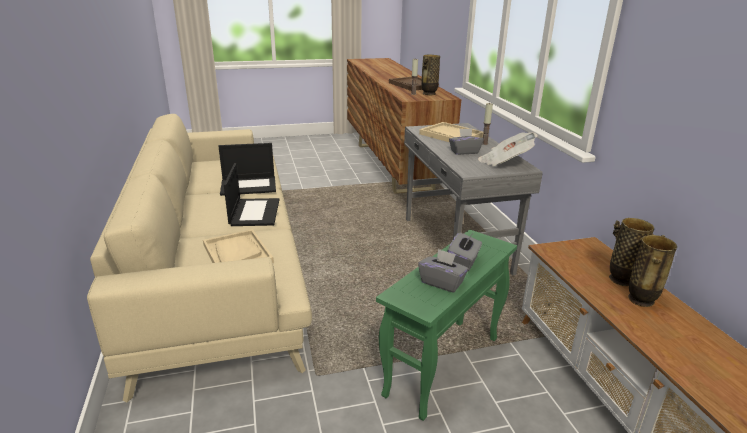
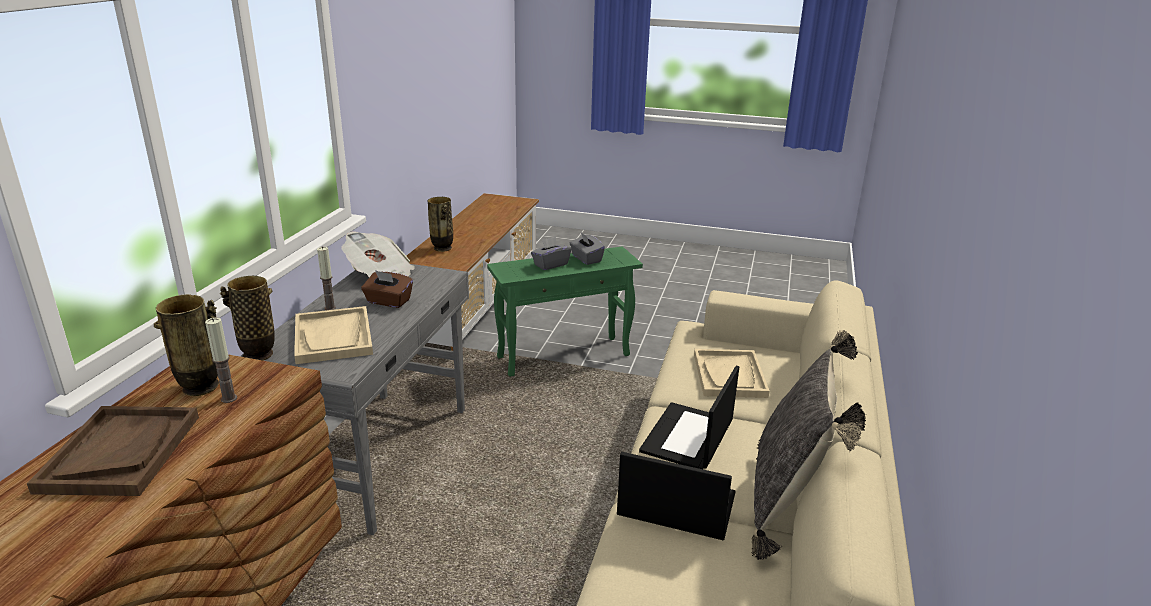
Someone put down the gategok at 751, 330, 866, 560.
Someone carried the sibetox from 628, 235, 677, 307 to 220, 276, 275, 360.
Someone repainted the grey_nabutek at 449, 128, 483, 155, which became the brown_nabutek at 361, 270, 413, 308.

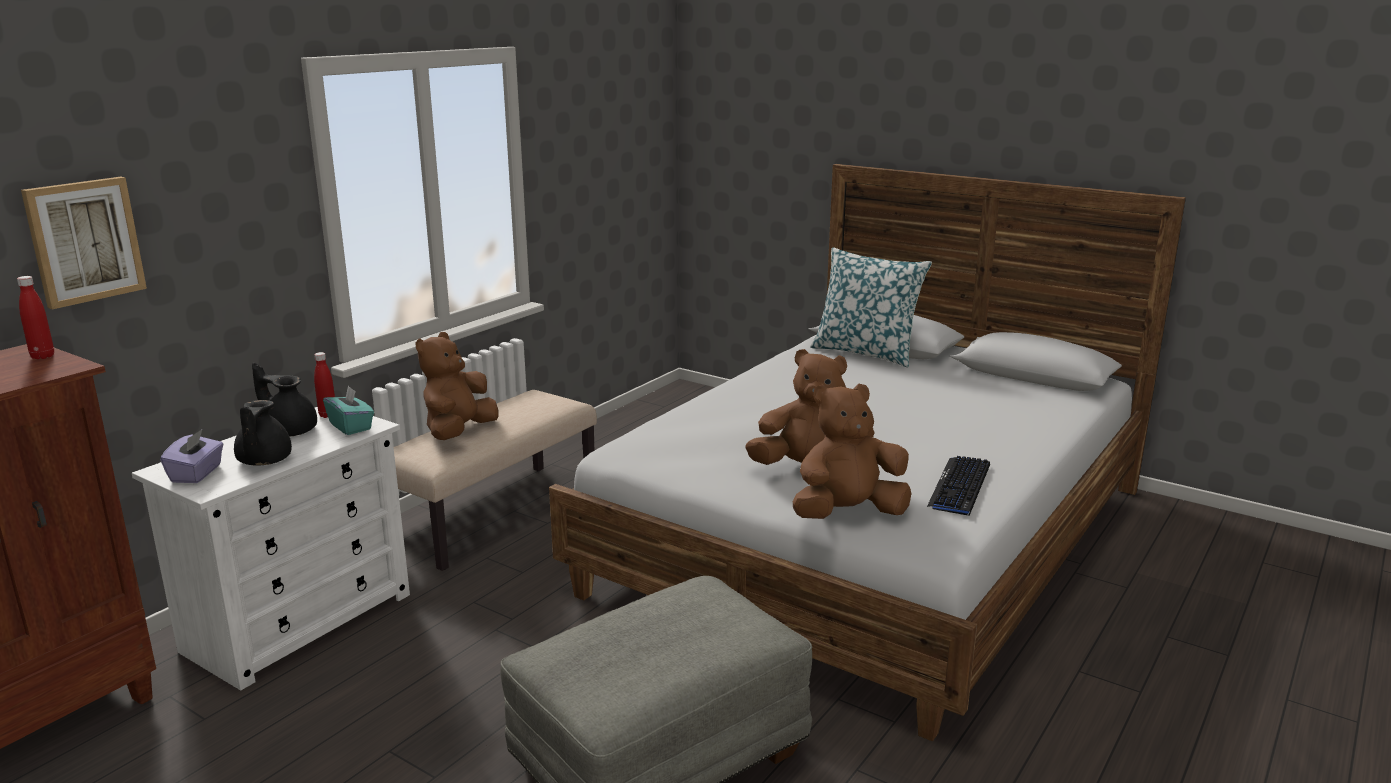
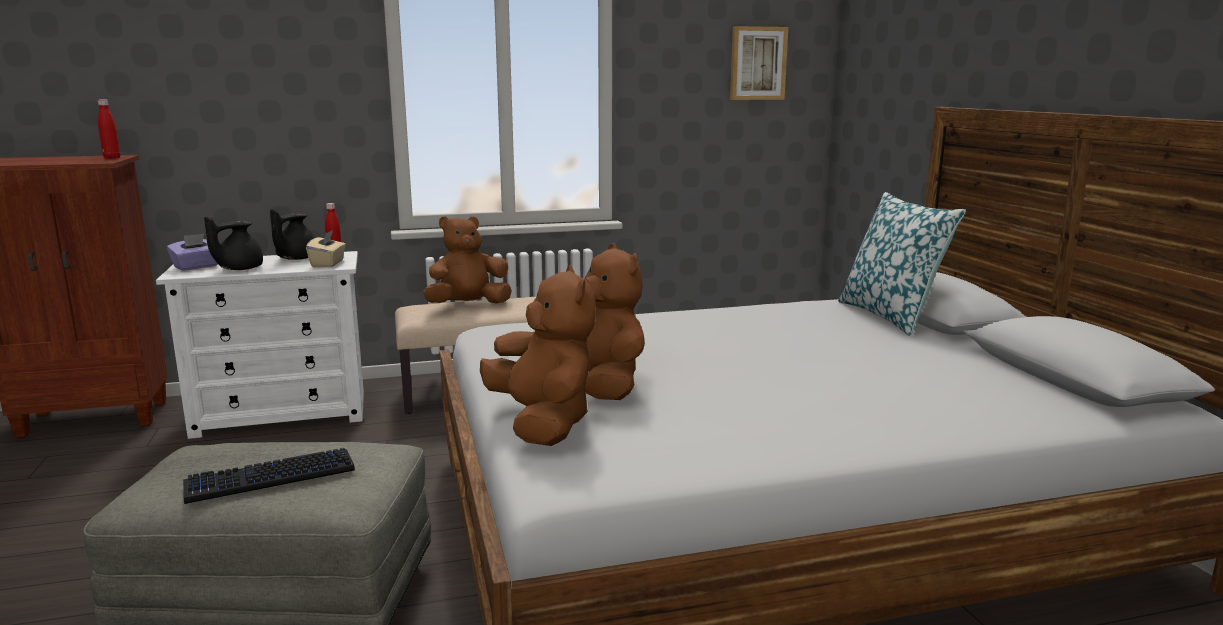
Someone carried the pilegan from 21, 177, 147, 309 to 730, 26, 788, 100.
Someone carried the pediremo from 927, 456, 990, 516 to 183, 448, 355, 504.
Someone repainted the turquoise_nabutek at 323, 385, 374, 435, which became the beige_nabutek at 306, 230, 346, 267.
Someone rotated the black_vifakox at 252, 363, 317, 437 by 135 degrees counterclockwise.
Someone rotated the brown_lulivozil at 793, 383, 911, 519 by 45 degrees clockwise.

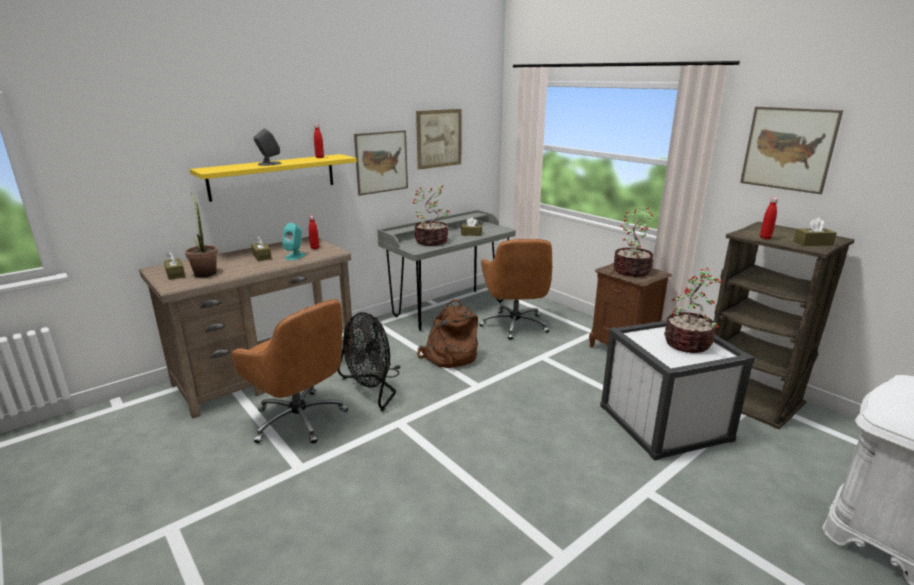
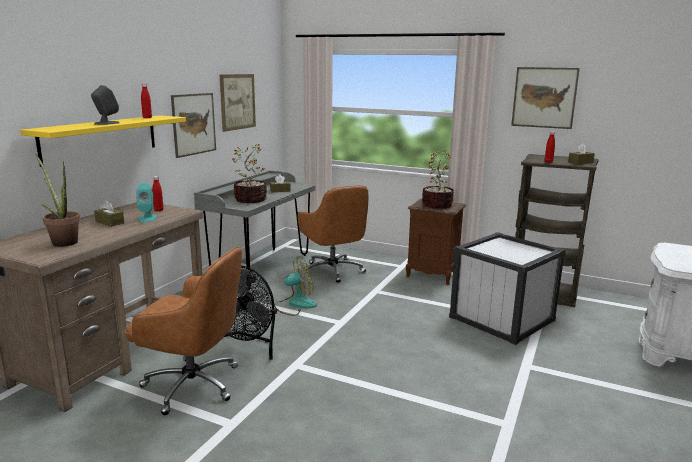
Someone took away the brown_nabutek at 164, 252, 185, 280.
Someone took away the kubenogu at 664, 268, 723, 353.
Someone swapped the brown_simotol at 417, 299, 478, 368 for the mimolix at 274, 257, 317, 316.

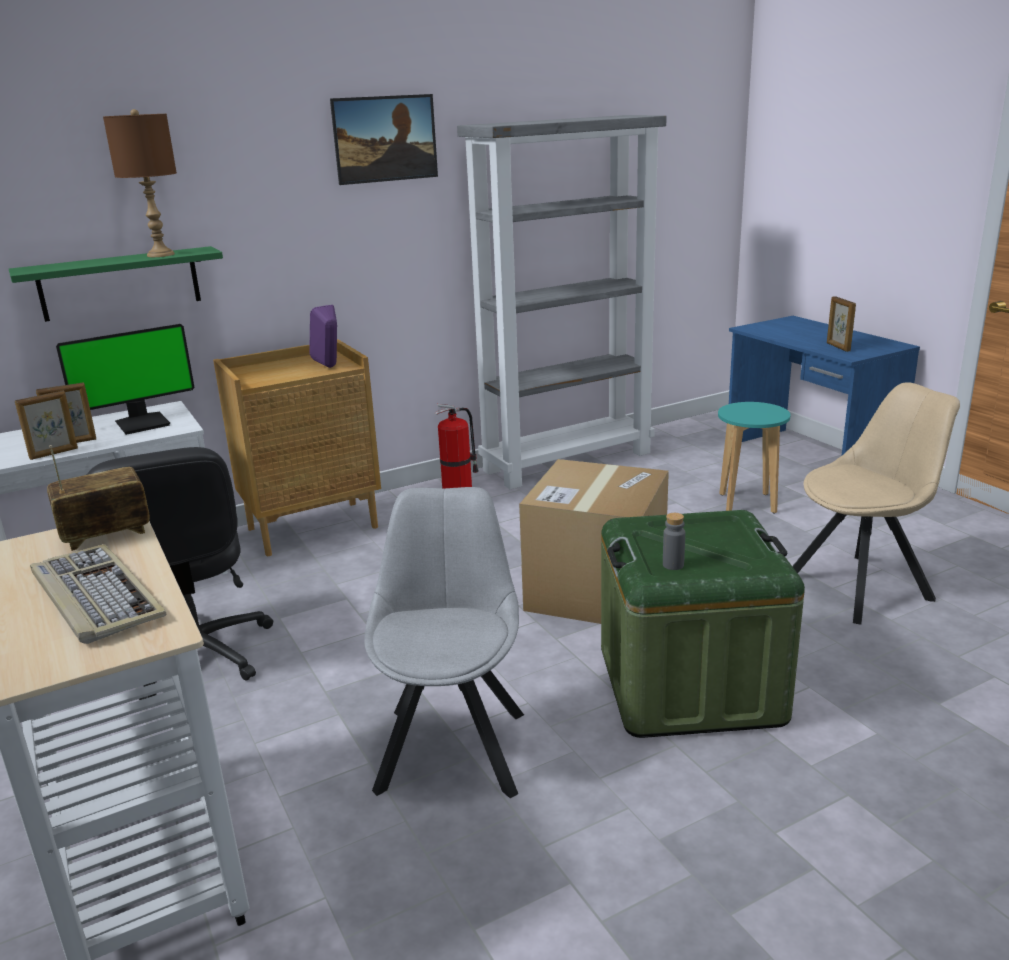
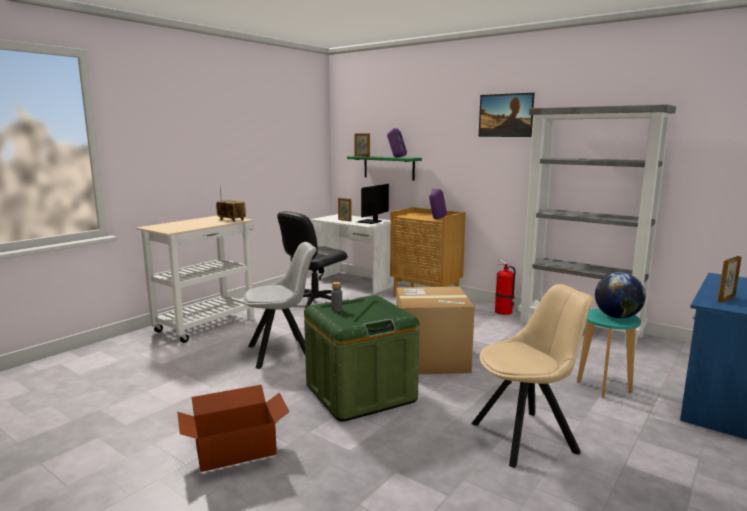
Someone took away the pediremo at 30, 544, 167, 644.
Someone put down the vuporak at 177, 385, 290, 472.
Someone put down the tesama at 595, 272, 646, 319.
Someone carried the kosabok from 15, 391, 78, 460 to 354, 133, 370, 156.
Someone swapped the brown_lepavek at 103, 109, 177, 257 for the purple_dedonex at 387, 128, 407, 157.
Someone rotated the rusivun at 56, 324, 195, 435 by 90 degrees clockwise.
Someone rotated the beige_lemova at 792, 382, 960, 625 by 60 degrees counterclockwise.

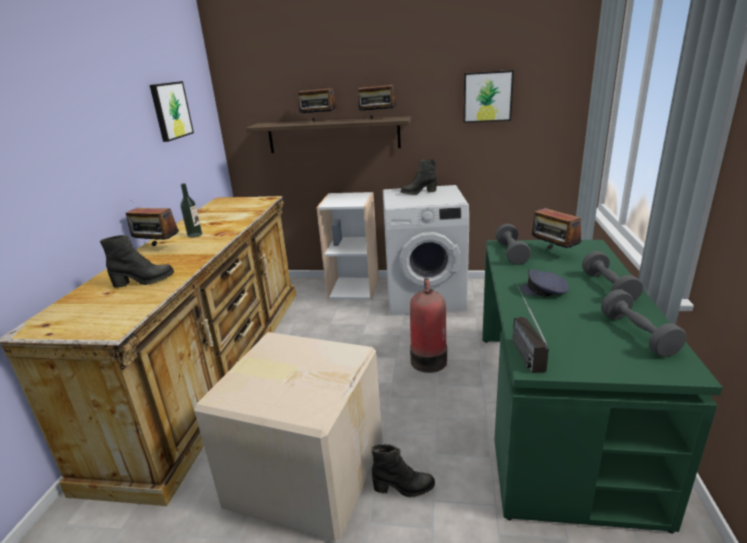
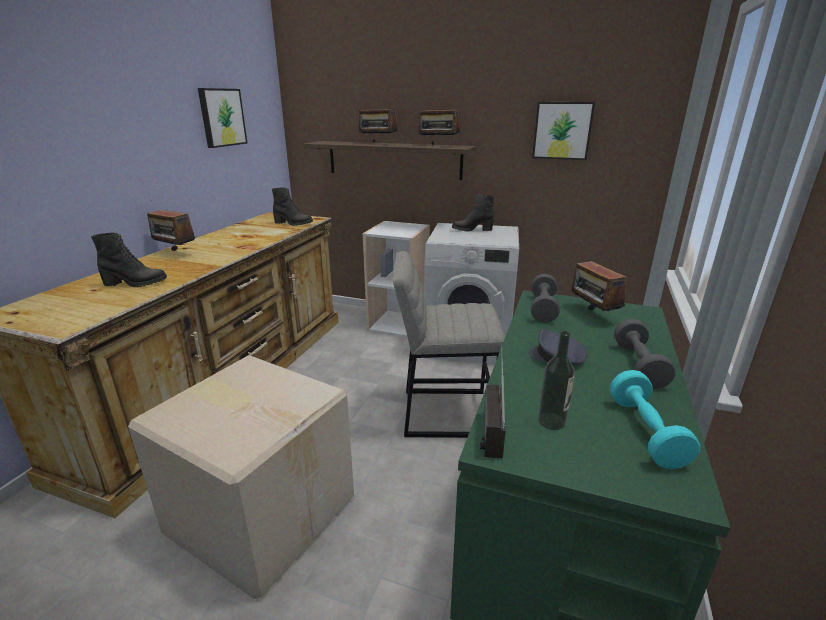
Someone carried the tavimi from 180, 183, 202, 238 to 538, 331, 575, 430.
Someone carried the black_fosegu from 371, 443, 435, 497 to 272, 187, 313, 226.
Someone swapped the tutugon at 410, 277, 447, 373 for the grey_lemova at 393, 251, 505, 438.
Someone repainted the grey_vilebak at 601, 289, 686, 357, which became the turquoise_vilebak at 610, 370, 700, 469.

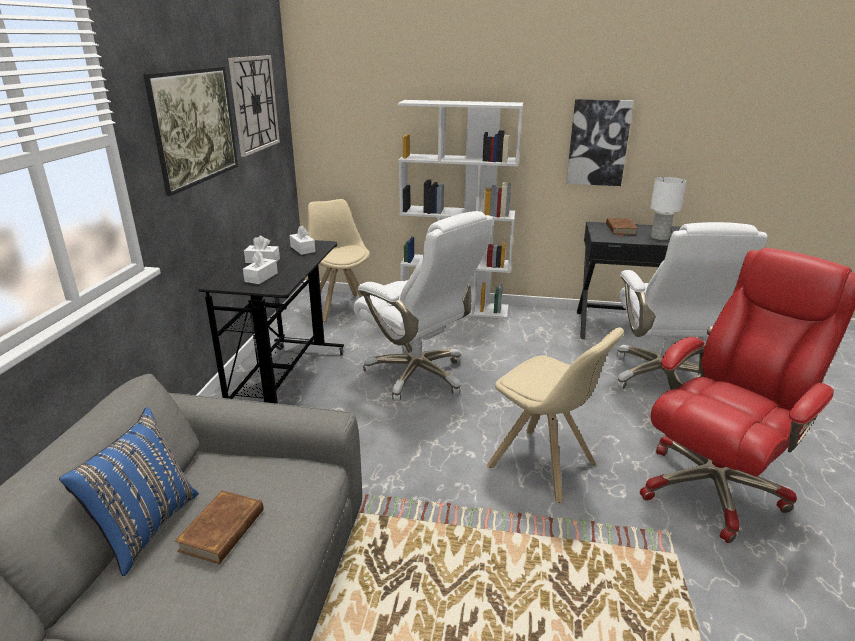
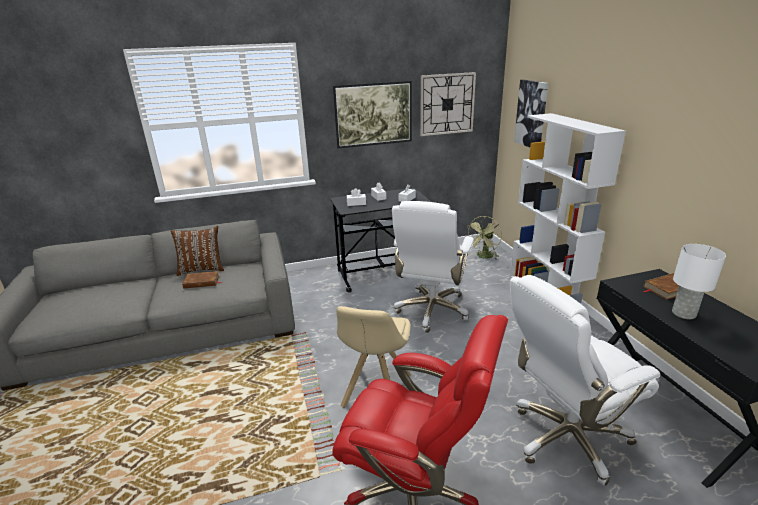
Someone carried the pilegan from 566, 99, 634, 186 to 514, 79, 548, 147.
Someone swapped the beige_lemova at 307, 199, 370, 322 for the green_mimolix at 468, 216, 502, 259.
Someone repainted the blue_gategok at 59, 407, 199, 576, which became the brown_gategok at 171, 226, 224, 276.

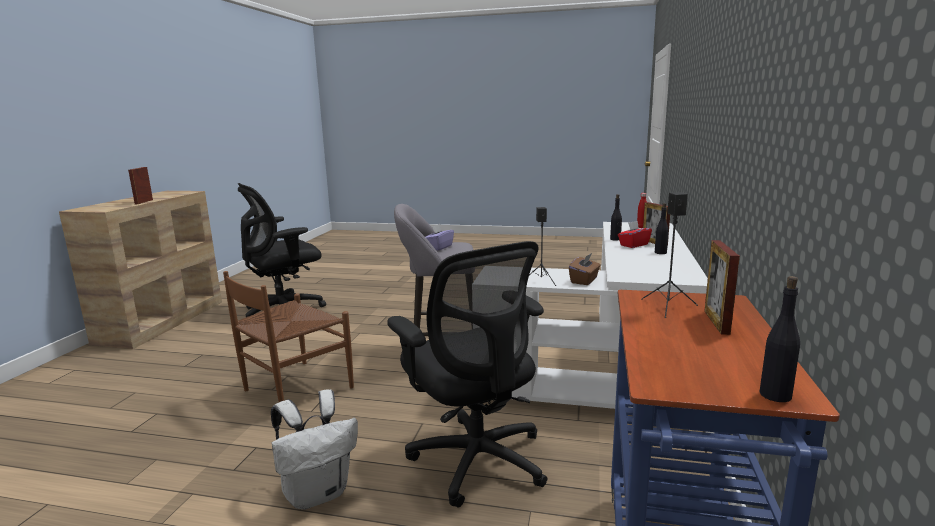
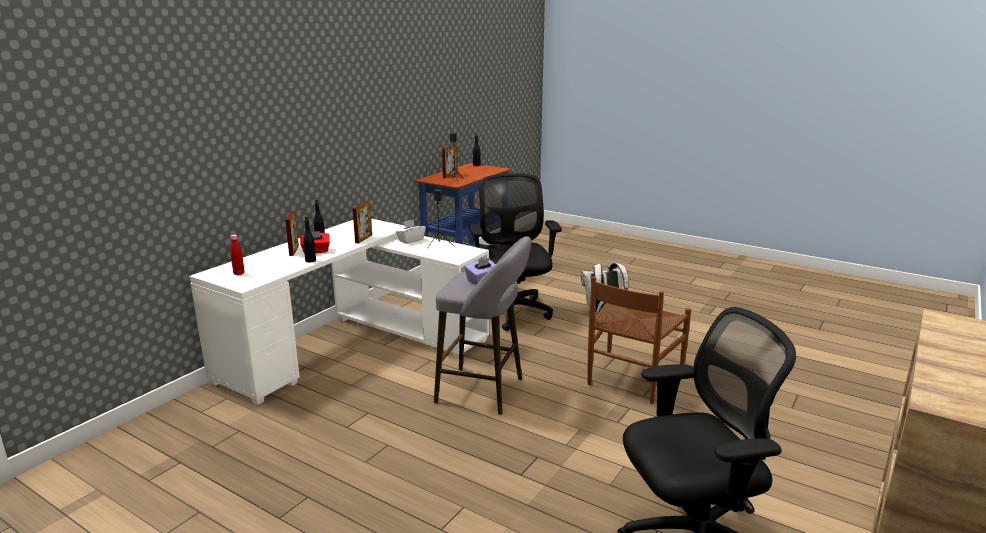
Someone carried the kosabok from 128, 167, 153, 204 to 353, 201, 372, 243.
Someone repainted the brown_nabutek at 569, 253, 601, 285, which became the white_nabutek at 396, 219, 426, 244.
Someone rotated the brown_lemova at 223, 271, 354, 402 by 150 degrees clockwise.

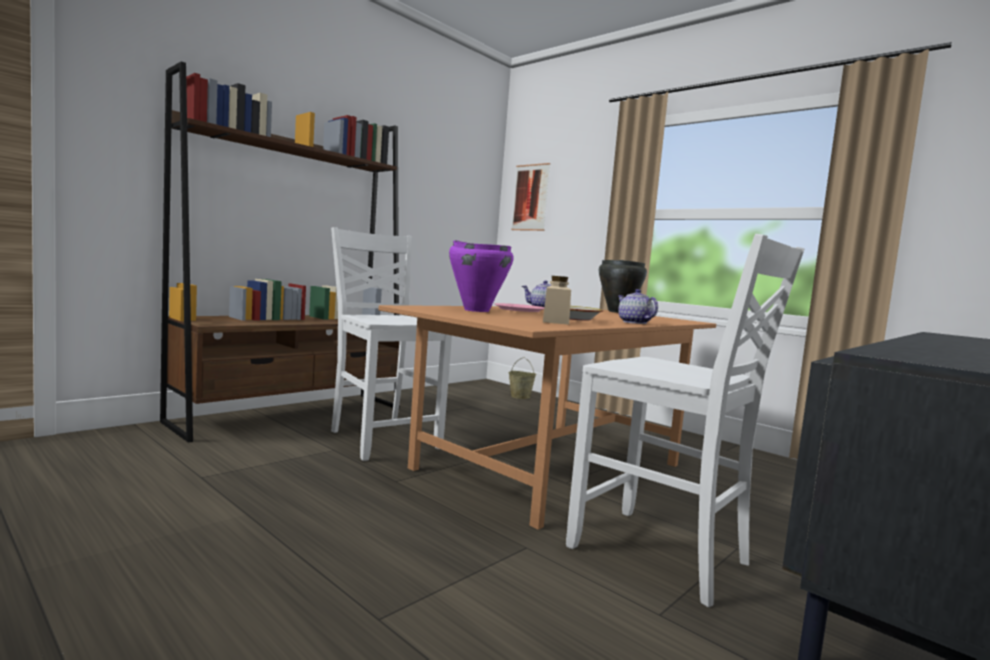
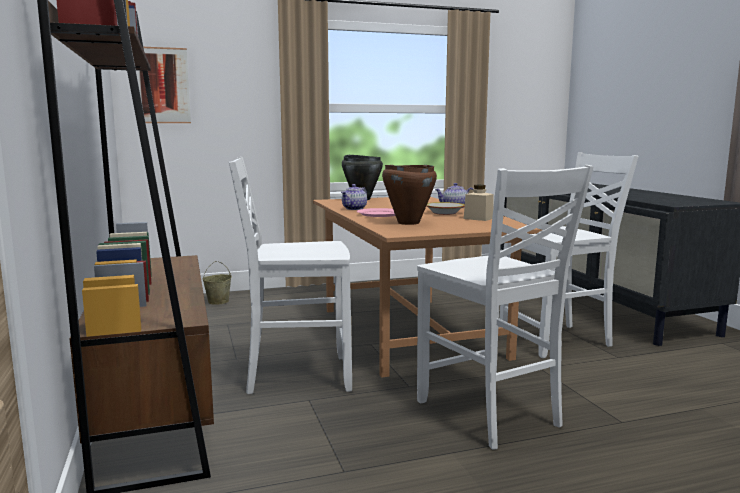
Someone put down the white_lemova at 417, 165, 594, 450.
Someone repainted the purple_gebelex at 449, 240, 513, 312, which became the brown_gebelex at 382, 165, 437, 225.

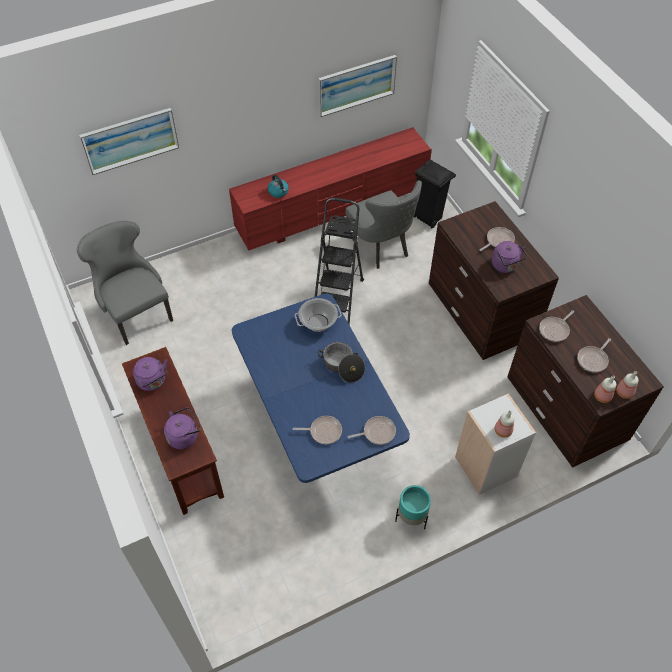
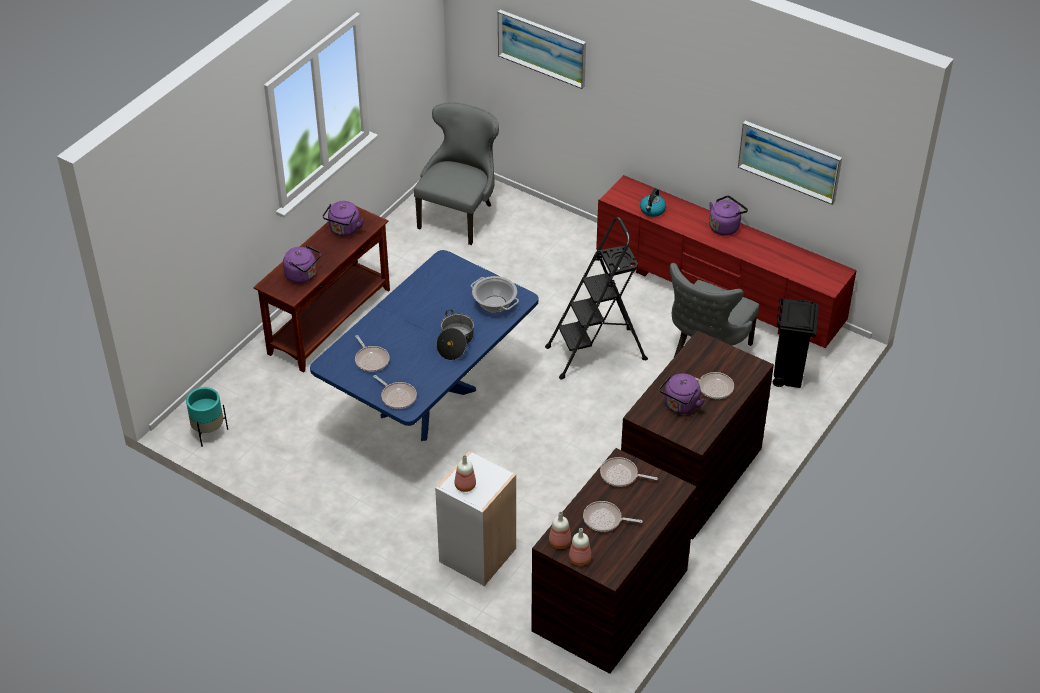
Someone put down the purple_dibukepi at 709, 195, 748, 236.
Someone carried the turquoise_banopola from 395, 485, 431, 530 to 186, 387, 228, 447.

